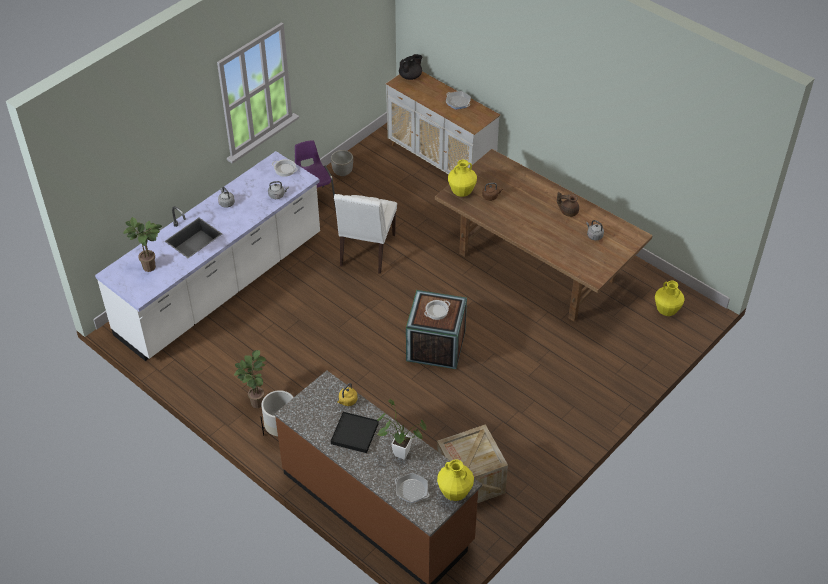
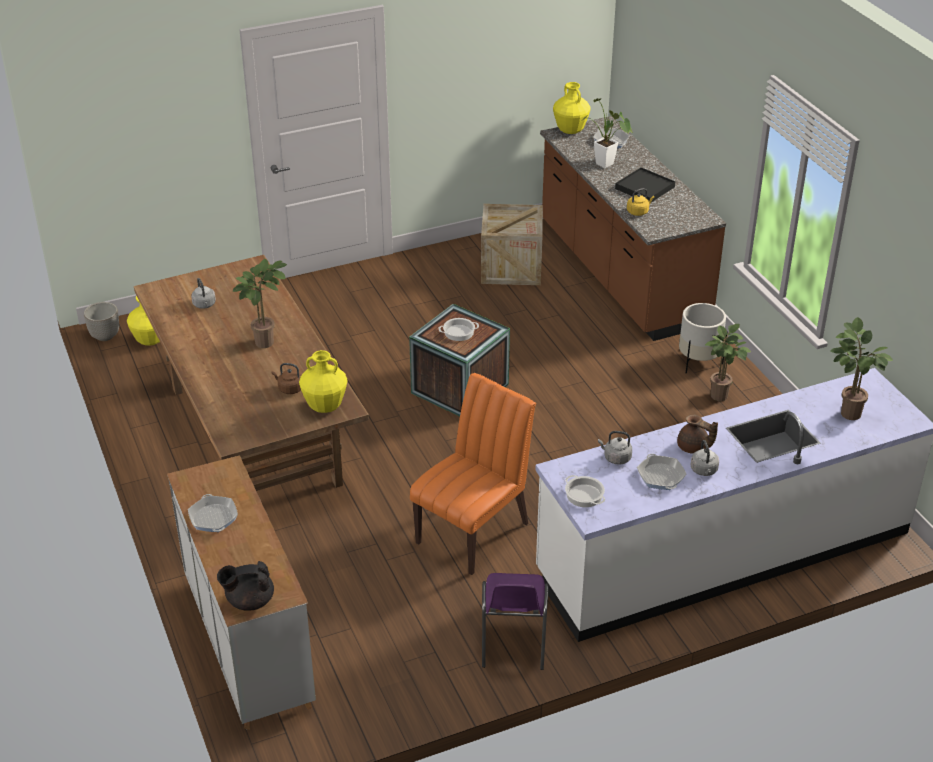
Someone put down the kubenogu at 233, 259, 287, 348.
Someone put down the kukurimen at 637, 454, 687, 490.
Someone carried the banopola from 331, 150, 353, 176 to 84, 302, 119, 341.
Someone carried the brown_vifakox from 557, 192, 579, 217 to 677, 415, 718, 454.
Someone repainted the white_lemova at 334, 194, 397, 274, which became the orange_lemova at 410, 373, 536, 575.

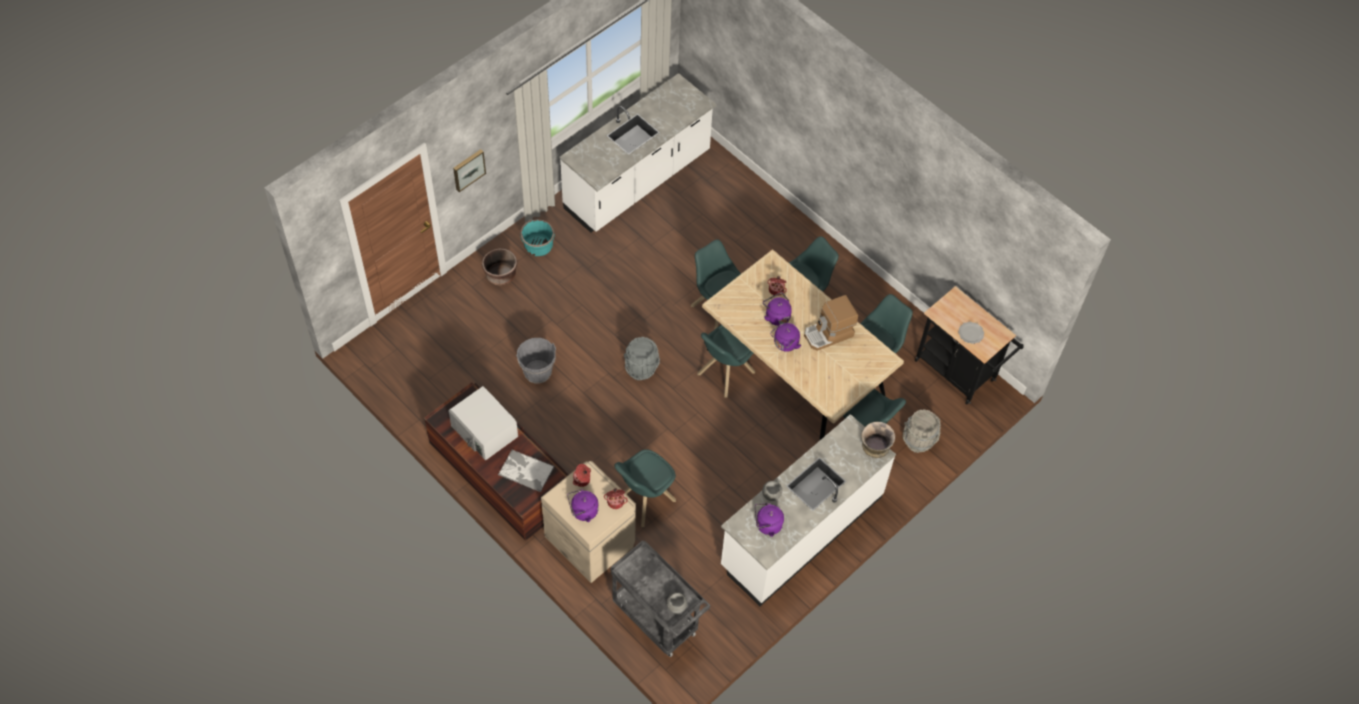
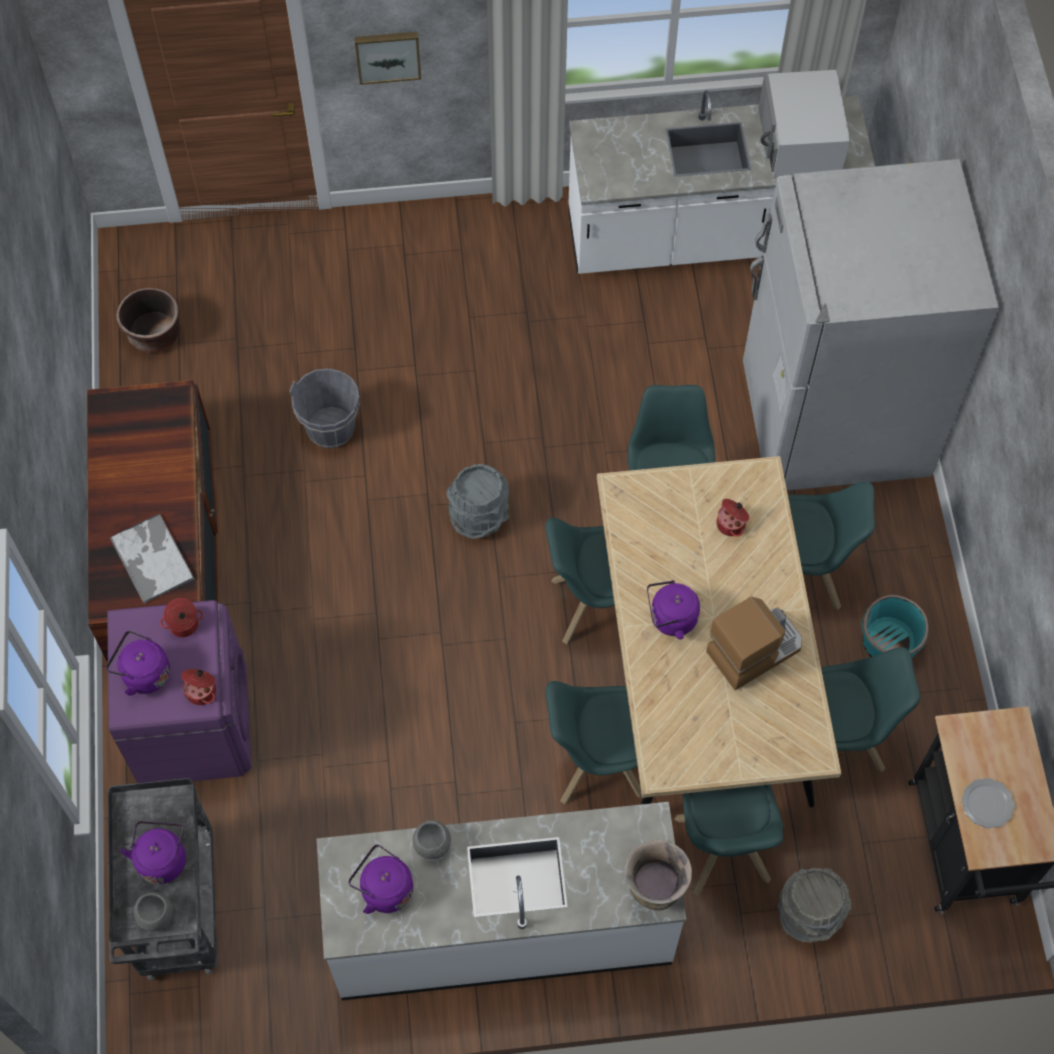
Someone put down the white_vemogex at 743, 159, 999, 490.
Someone carried the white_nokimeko from 448, 386, 518, 460 to 759, 70, 849, 178.
Someone carried the brown_banopola from 482, 248, 517, 285 to 116, 288, 180, 353.
Someone carried the turquoise_banopola from 520, 219, 555, 256 to 862, 594, 929, 658.
Someone carried the turquoise_lemova from 614, 449, 676, 527 to 546, 681, 642, 804.
Someone carried the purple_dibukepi from 763, 292, 792, 326 to 120, 821, 186, 884.
Someone repainted the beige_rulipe at 541, 461, 636, 583, which became the purple_rulipe at 107, 600, 251, 783.
Someone rotated the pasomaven at 804, 295, 858, 351 by 135 degrees clockwise.

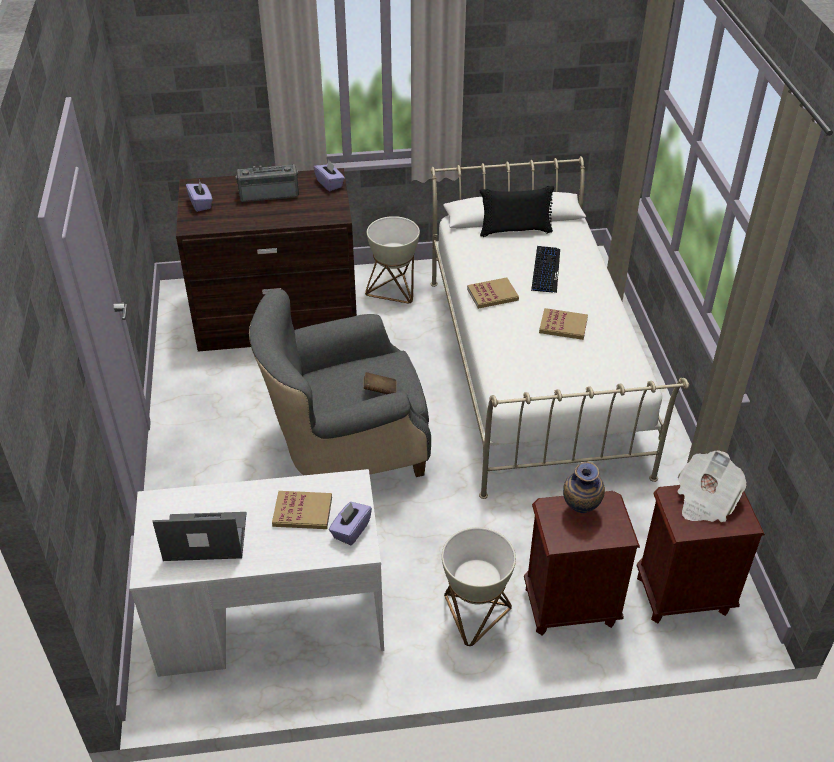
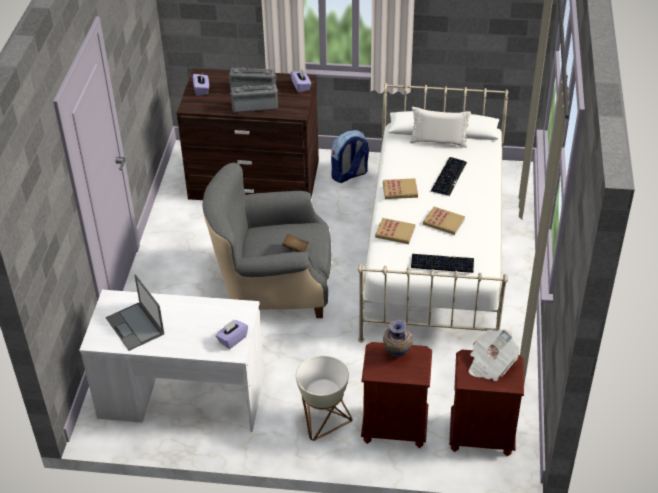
Someone put down the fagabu at 230, 84, 278, 113.
Someone put down the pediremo at 411, 254, 474, 273.
Someone carried the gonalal from 272, 491, 332, 529 to 375, 218, 415, 244.
Someone swapped the banopola at 365, 216, 420, 304 for the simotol at 331, 130, 369, 183.
Someone repainted the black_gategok at 480, 186, 554, 237, which became the white_gategok at 409, 107, 471, 148.
Someone rotated the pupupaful at 152, 512, 246, 561 by 135 degrees counterclockwise.

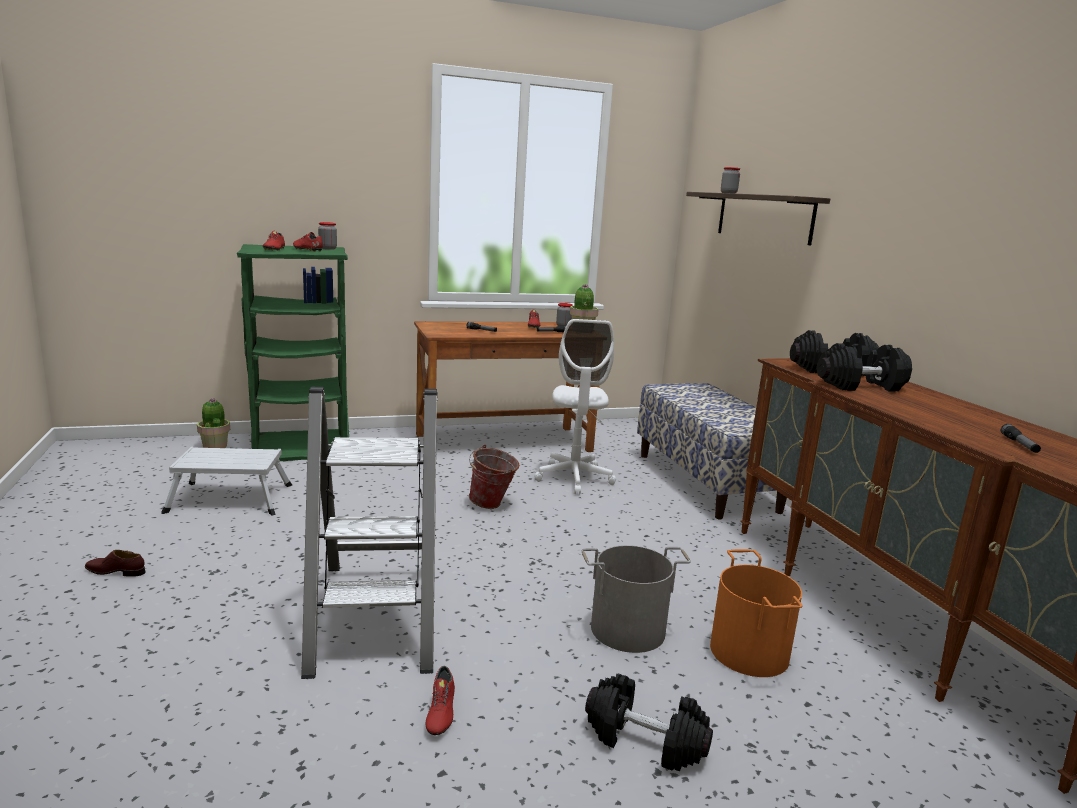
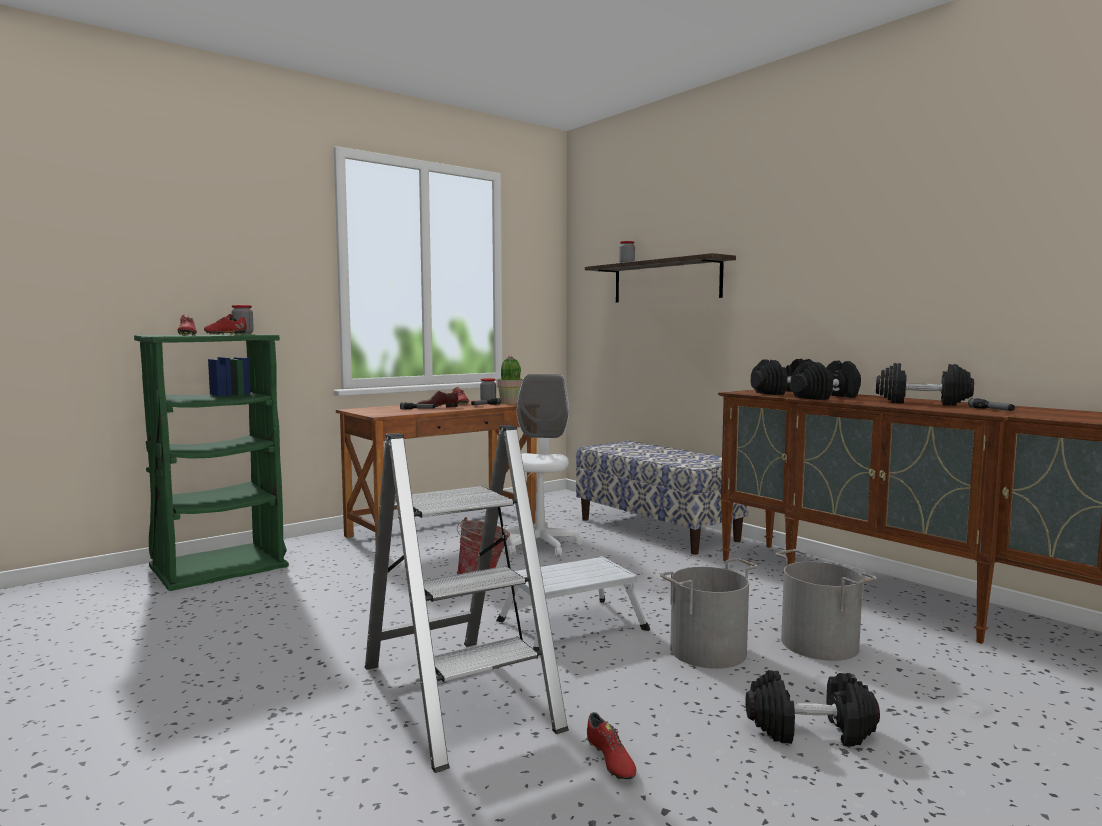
Someone took away the kubenogu at 197, 398, 230, 448.
Someone put down the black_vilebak at 876, 363, 974, 405.
Someone carried the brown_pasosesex from 85, 550, 145, 577 to 416, 391, 458, 408.
Someone carried the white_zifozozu from 161, 447, 292, 516 to 496, 556, 650, 651.
Someone repainted the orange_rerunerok at 710, 549, 803, 677, which became the grey_rerunerok at 775, 549, 877, 661.
Someone rotated the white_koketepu at 534, 319, 616, 494 by 150 degrees counterclockwise.

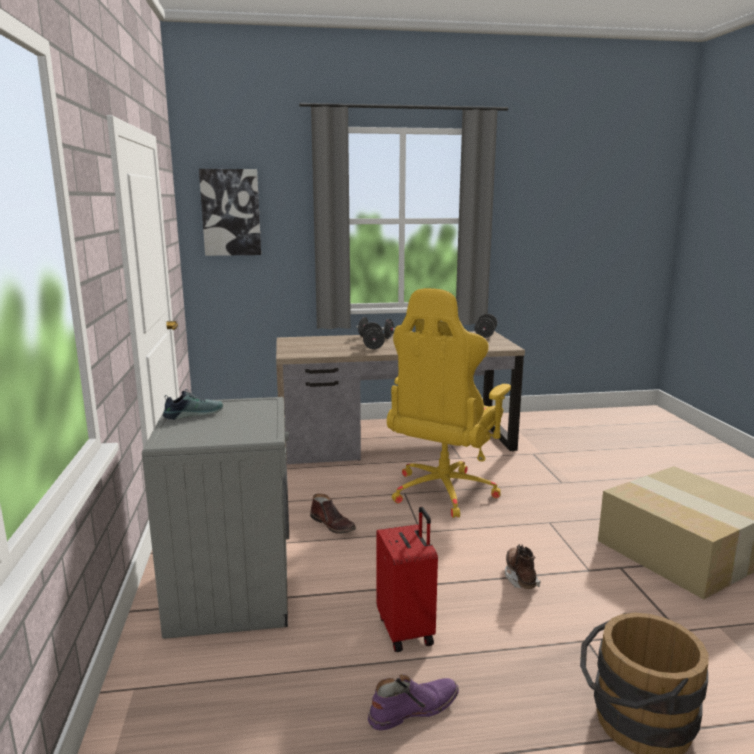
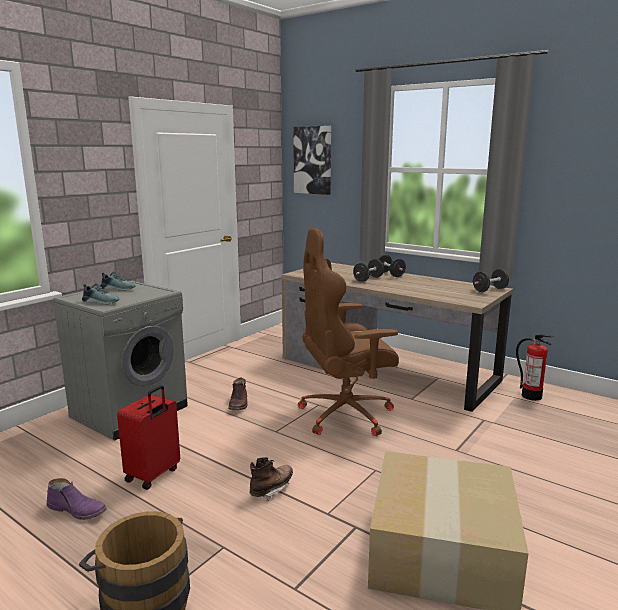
Someone put down the pasosesex at 82, 283, 120, 304.
Someone put down the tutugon at 516, 334, 554, 401.
Someone repainted the yellow_koketepu at 387, 288, 511, 518, which became the brown_koketepu at 298, 227, 399, 436.

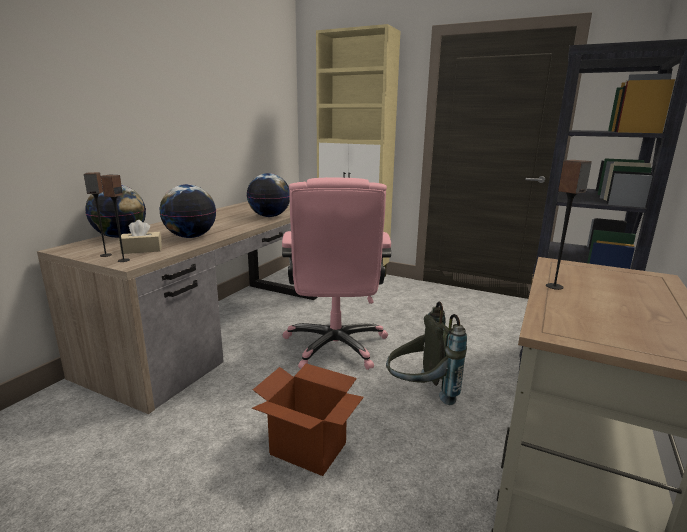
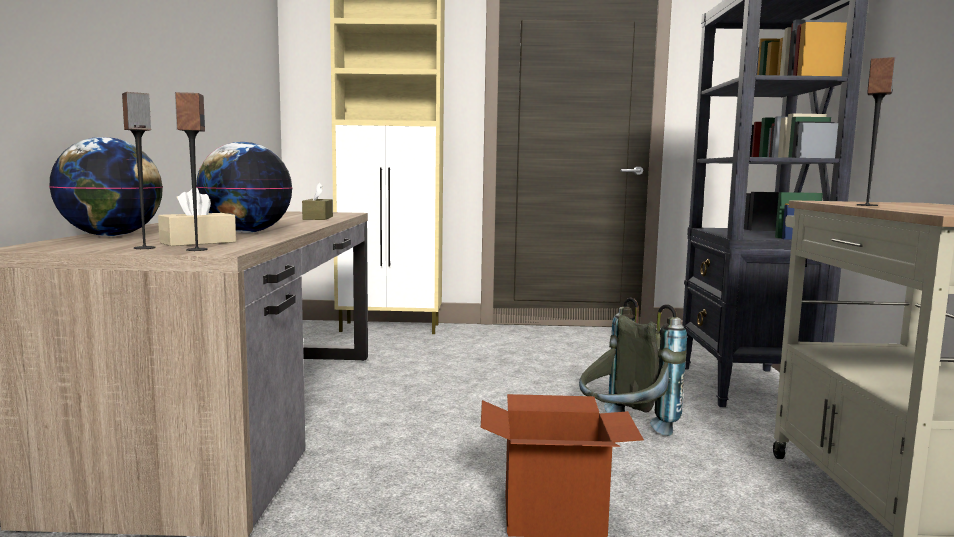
Someone took away the pink_koketepu at 282, 177, 391, 370.
Someone swapped the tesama at 247, 173, 290, 217 for the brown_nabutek at 302, 182, 333, 220.

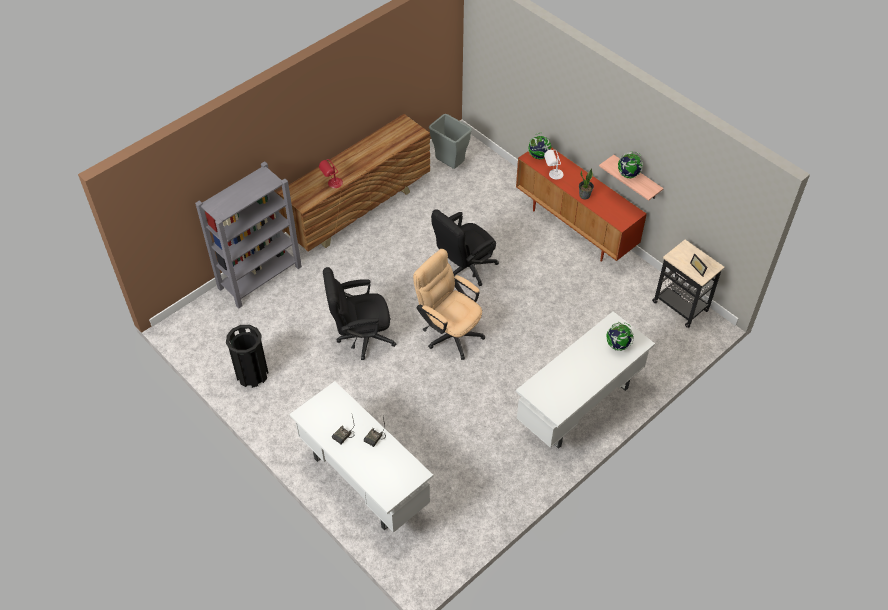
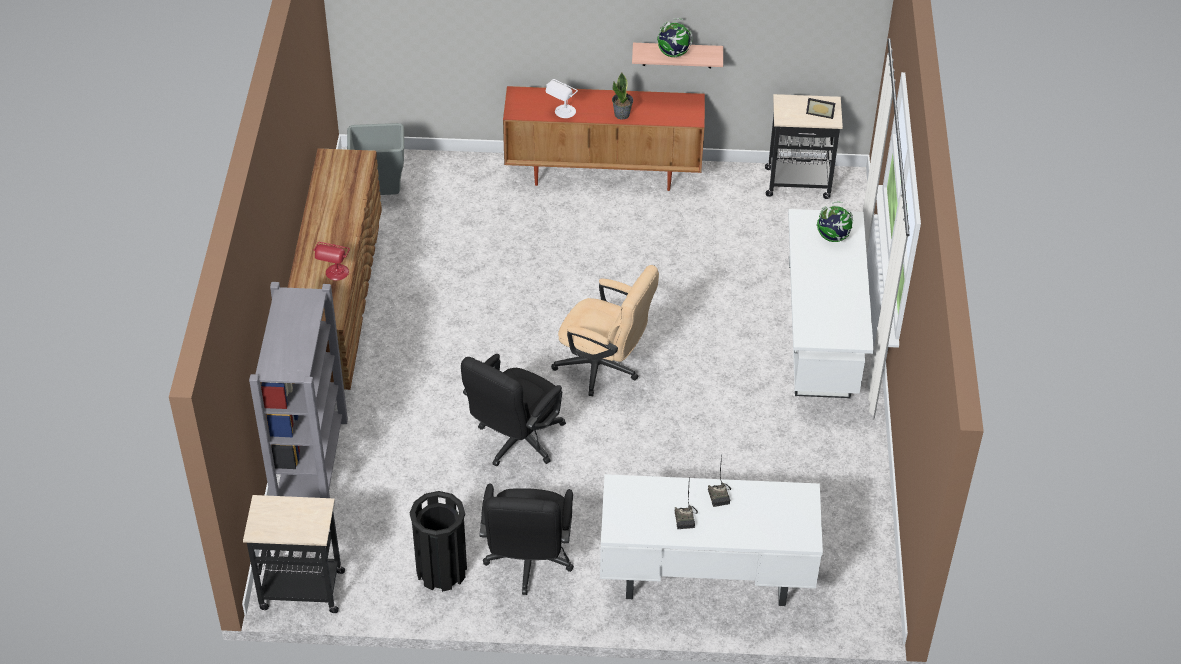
Someone took away the tesama at 528, 133, 551, 159.
Someone put down the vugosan at 243, 495, 345, 613.
Someone carried the black_koketepu from 431, 209, 499, 286 to 480, 484, 574, 595.
Someone rotated the beige_koketepu at 413, 249, 485, 360 by 150 degrees counterclockwise.

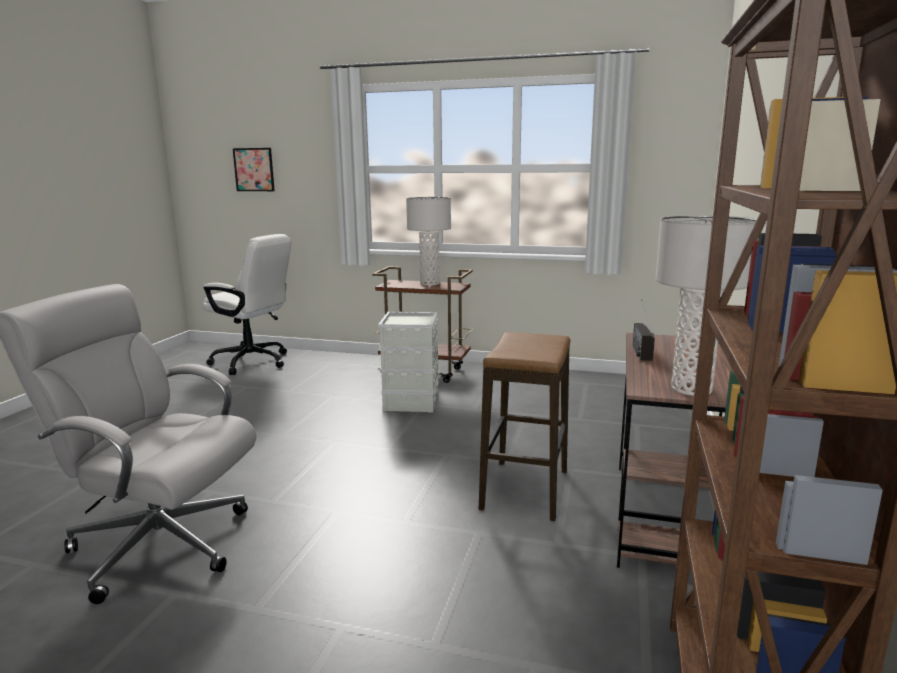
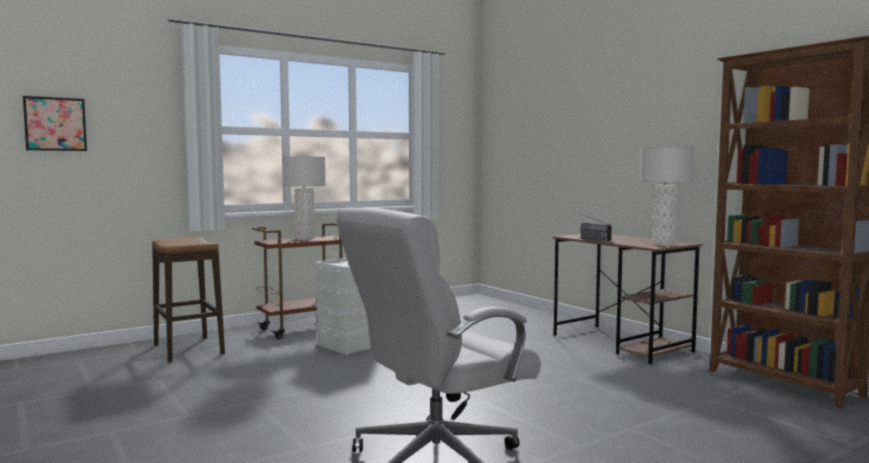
Someone took away the white_koketepu at 203, 234, 291, 375.
Someone carried the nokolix from 479, 332, 570, 521 to 152, 238, 225, 363.

